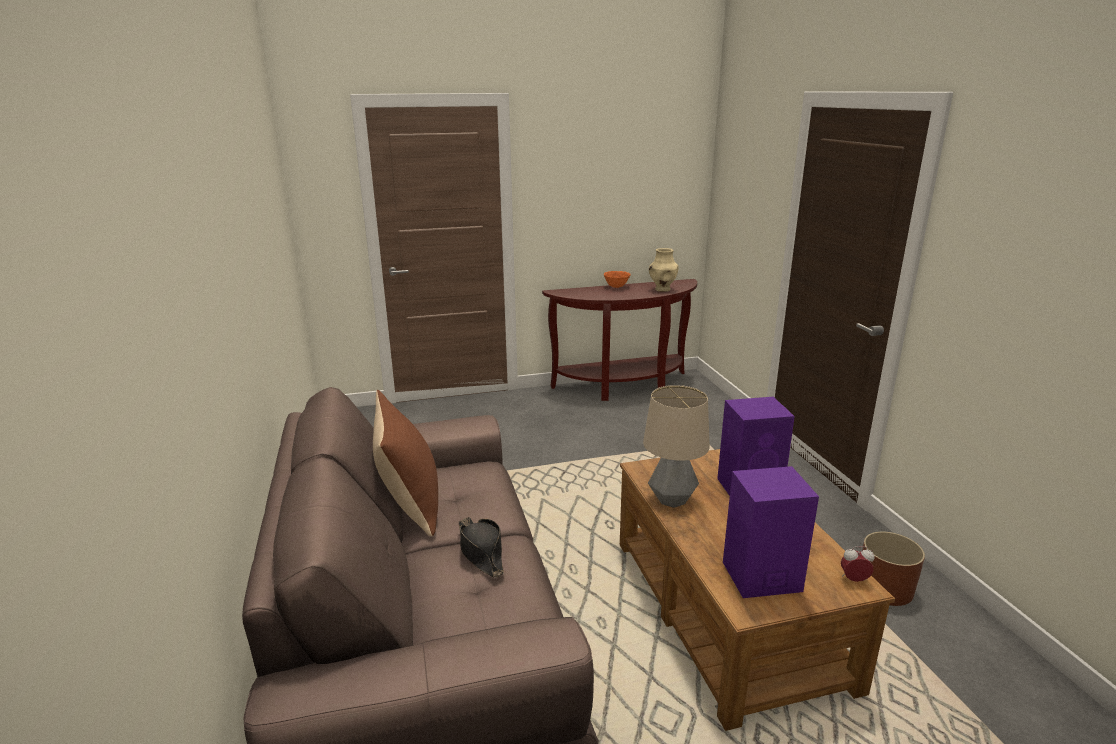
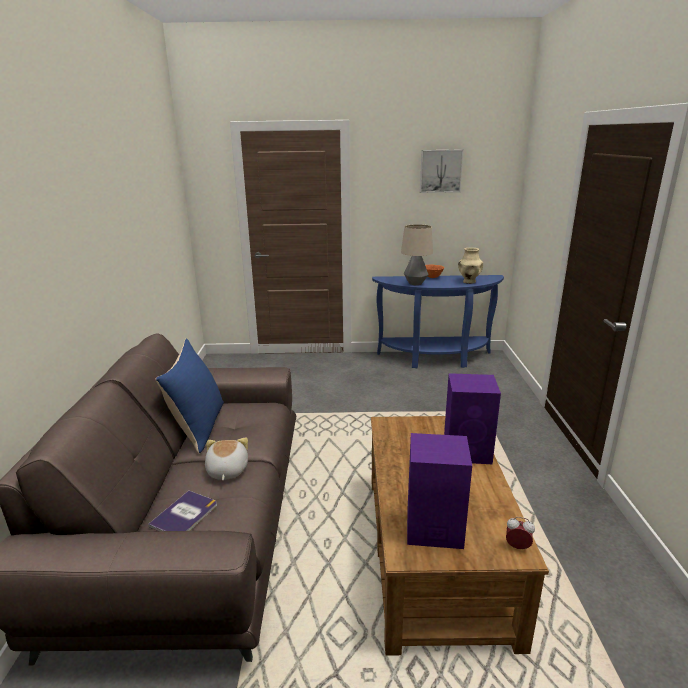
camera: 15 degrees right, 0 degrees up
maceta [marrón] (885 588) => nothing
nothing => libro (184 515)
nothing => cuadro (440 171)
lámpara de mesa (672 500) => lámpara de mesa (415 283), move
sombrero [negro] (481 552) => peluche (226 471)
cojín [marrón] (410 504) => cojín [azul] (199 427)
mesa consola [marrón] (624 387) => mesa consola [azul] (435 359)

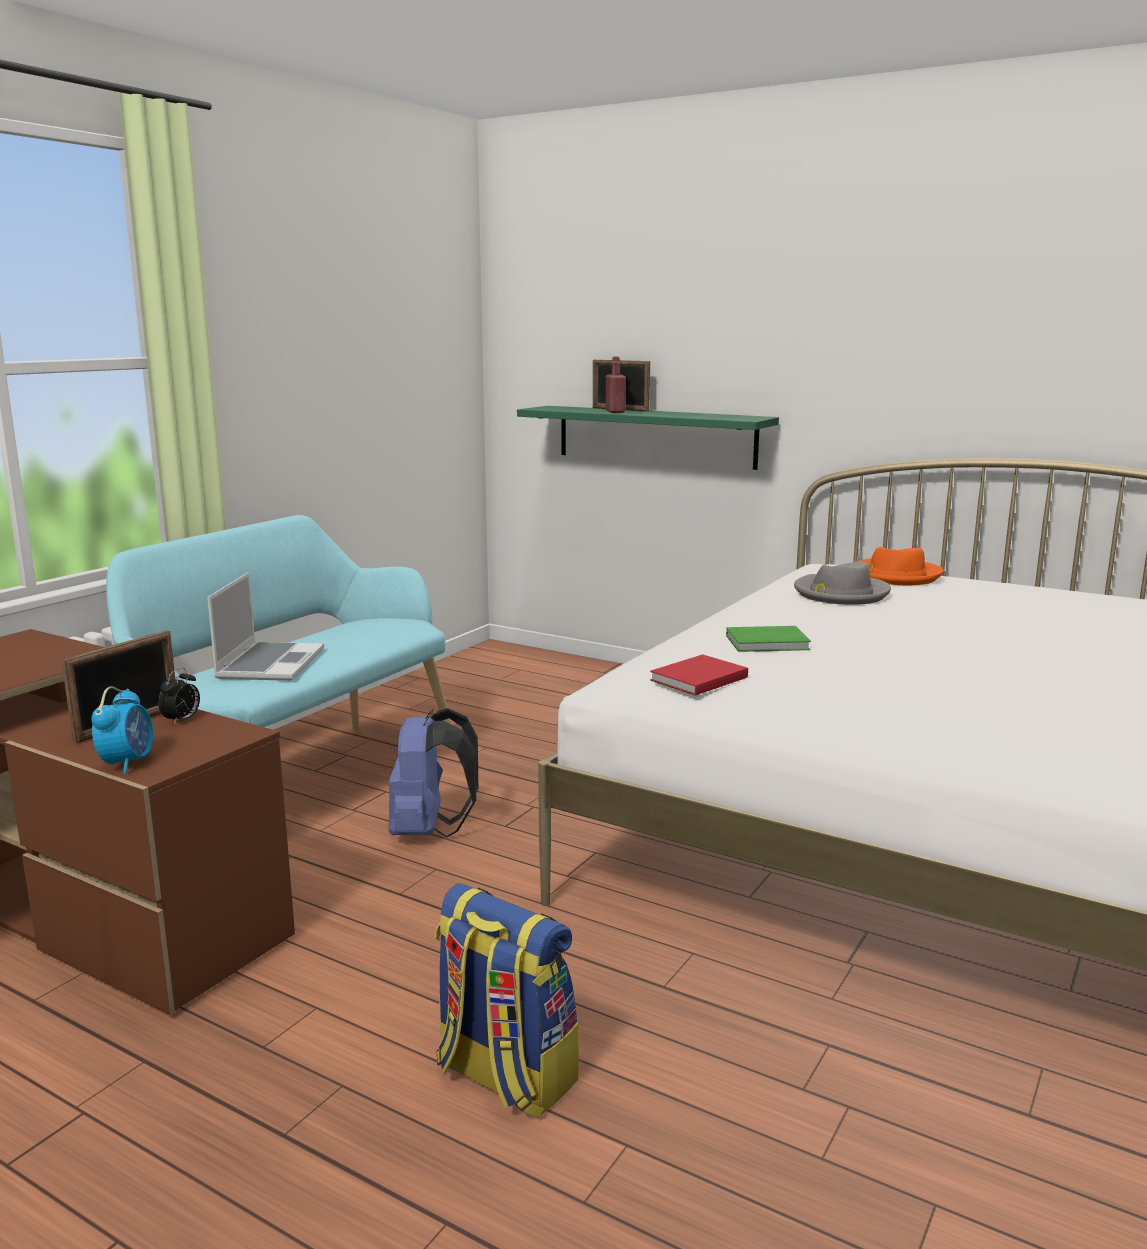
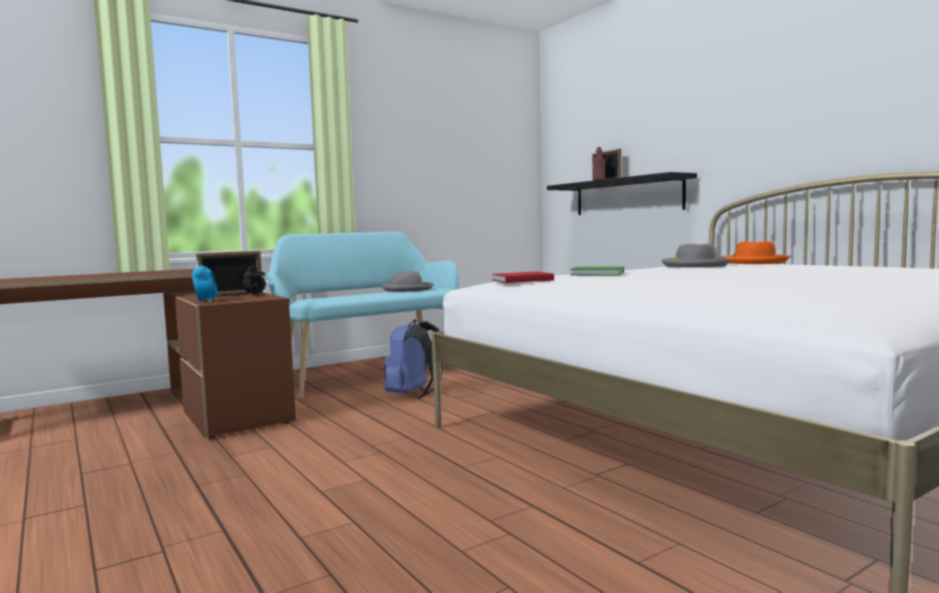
camera: 25 degrees right, 10 degrees down
portátil (270 664) => nothing
mochila (504 1076) => nothing
nothing => sombrero [gris] (407 289)
estante [verde] (655 436) => estante [negro] (627 196)
despertador (128 763) => despertador (206 301), 45 degrees counterclockwise

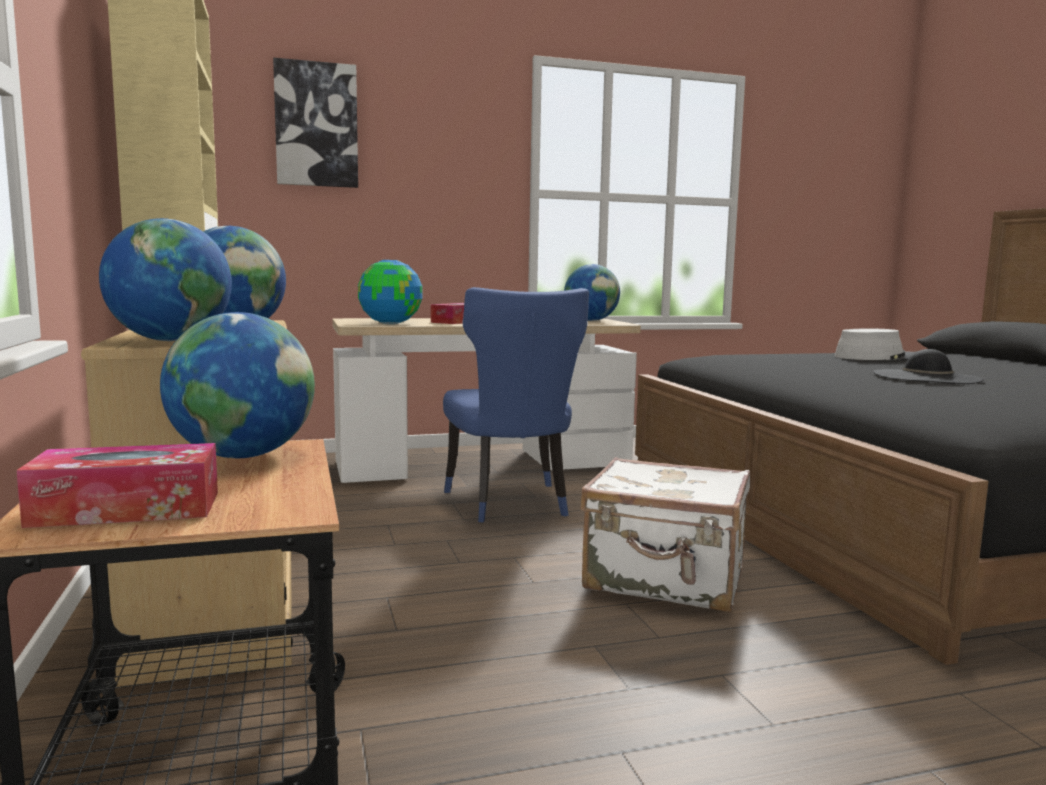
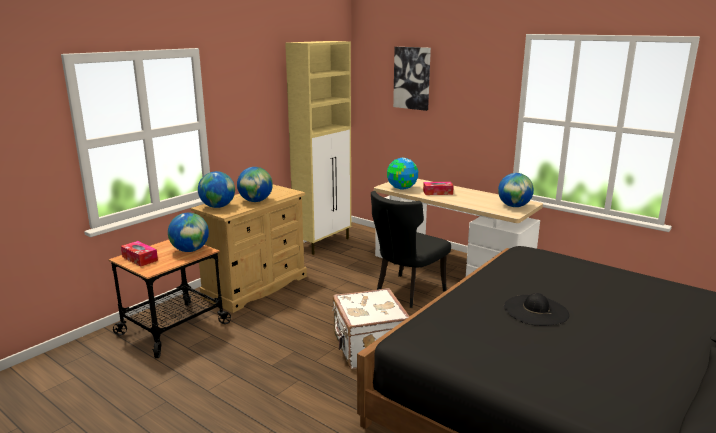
camera: 55 degrees right, 10 degrees up
sombrero [gris] (875 357) => nothing
silla [azul] (511 504) => silla [negro] (406 292)

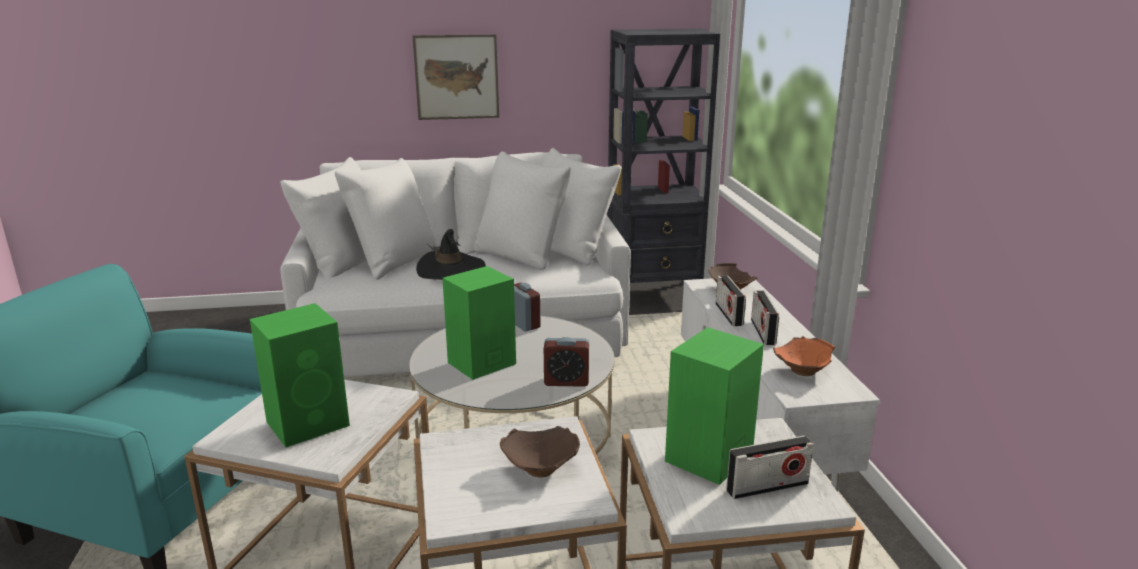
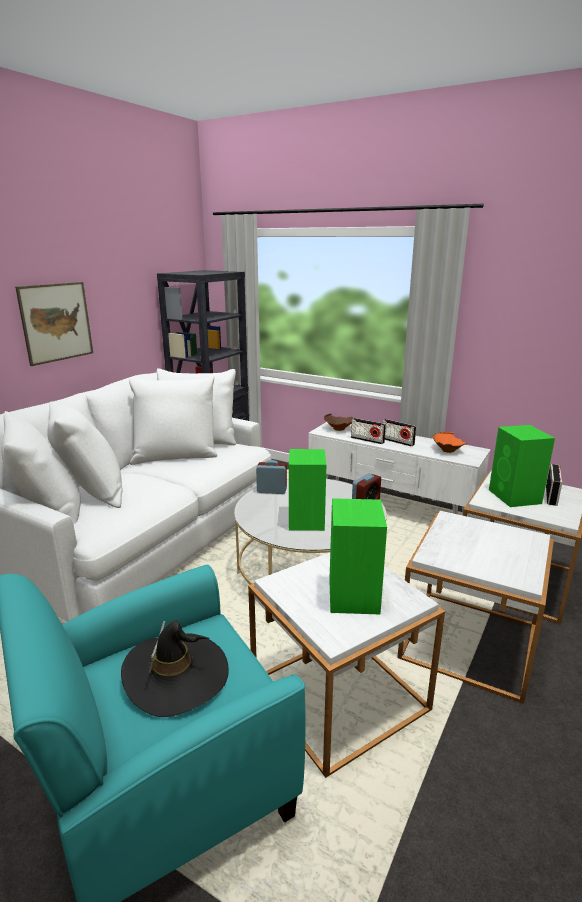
camera: 50 degrees left, 0 degrees up
cuenco [marrón] (540 467) => nothing
sombrero [negro] (451 270) => sombrero [negro] (176 675), move

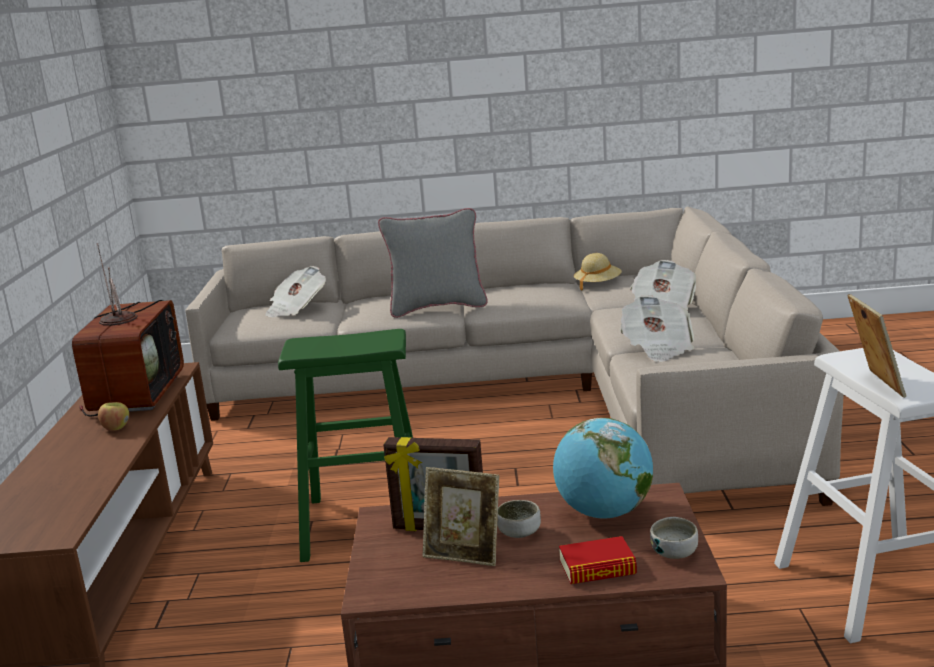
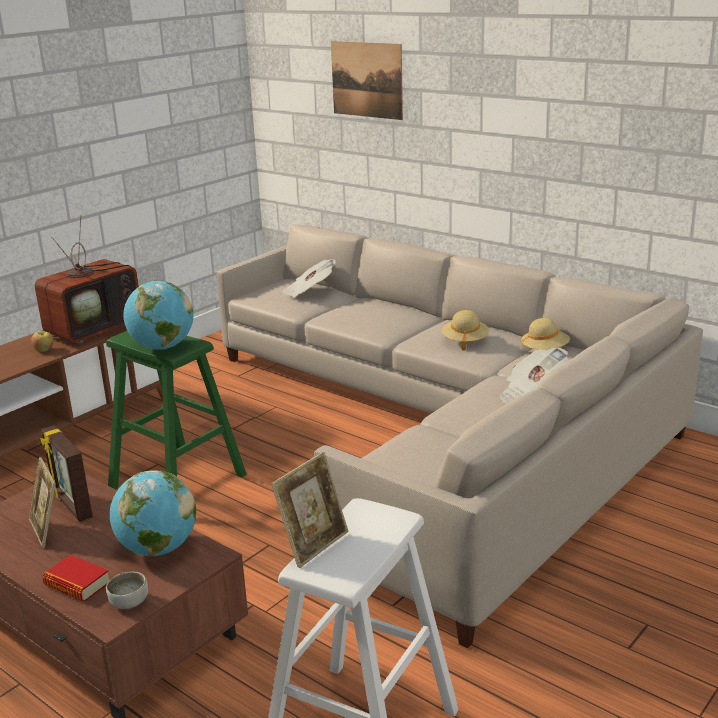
camera: 40 degrees right, 5 degrees up
cojín [gris] (437 307) => nothing
cuenco (519 532) => nothing
periódico (657 348) => nothing
nothing => globo terráqueo (162 347)
nothing => cuadro (366 80)
nothing => sombrero [beis] (465 341)

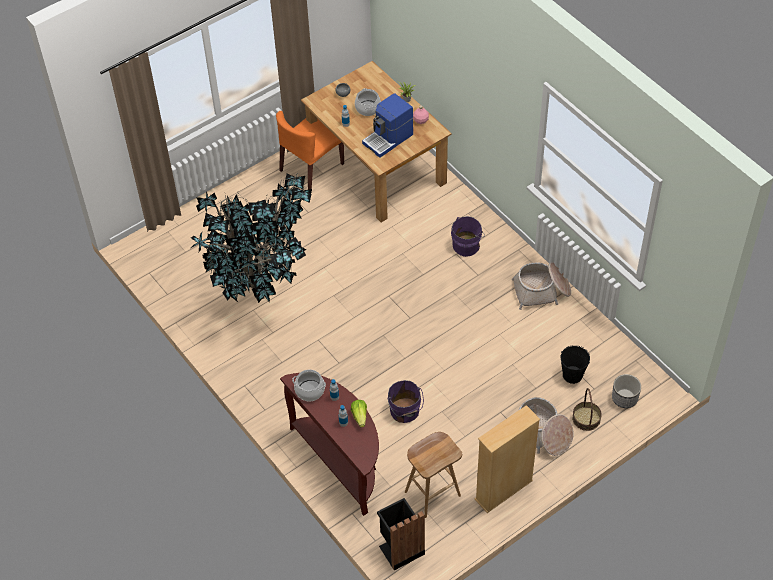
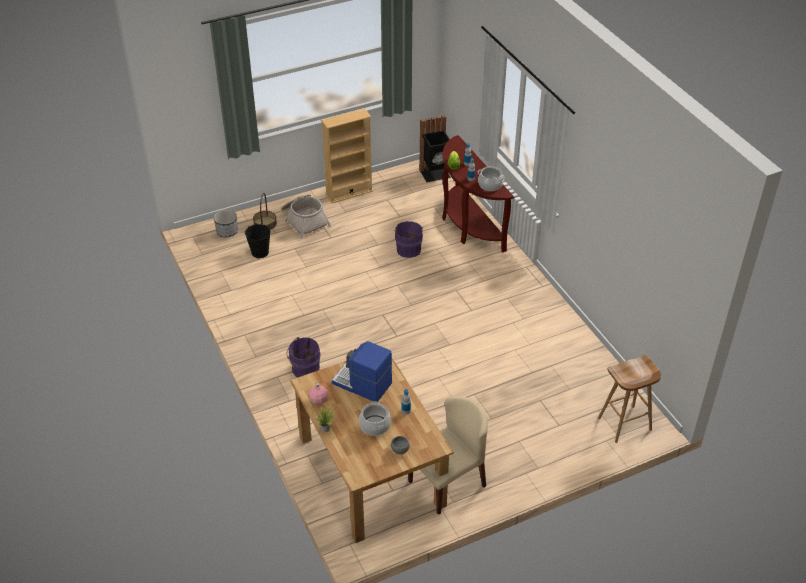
camera: 170 degrees left, 10 degrees down
planta en maceta (263 304) => nothing
cesta (542 291) => nothing
taburete [marrón] (432 493) => taburete [marrón] (624 424), move
silla [naranja] (311 167) => silla [beis] (447 483)
cafetera (388 139) => cafetera (362 384), 120 degrees counterclockwise

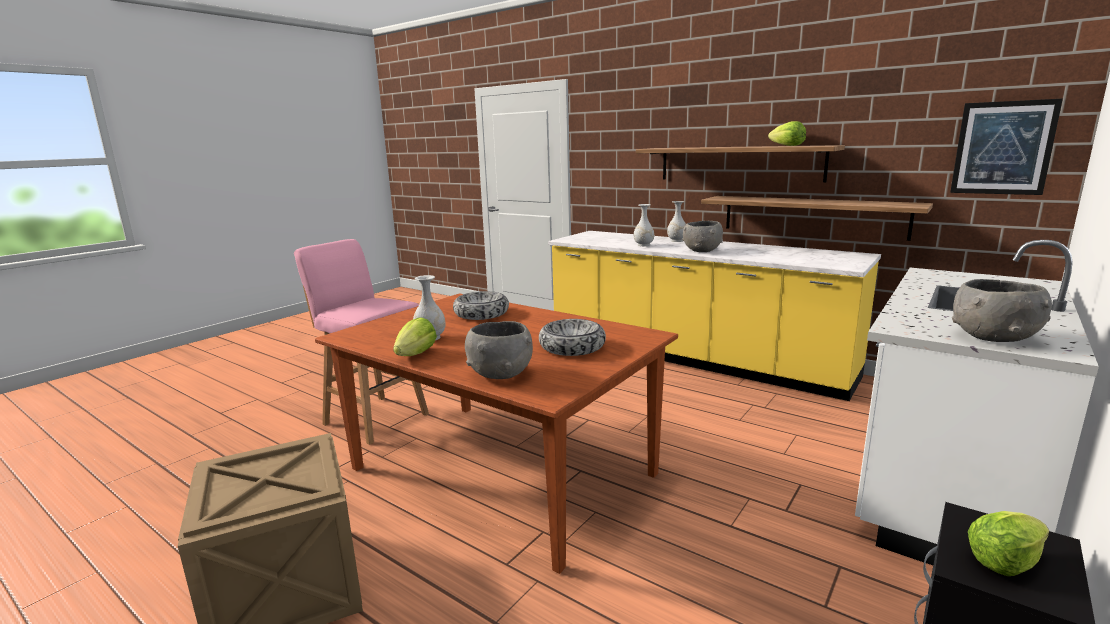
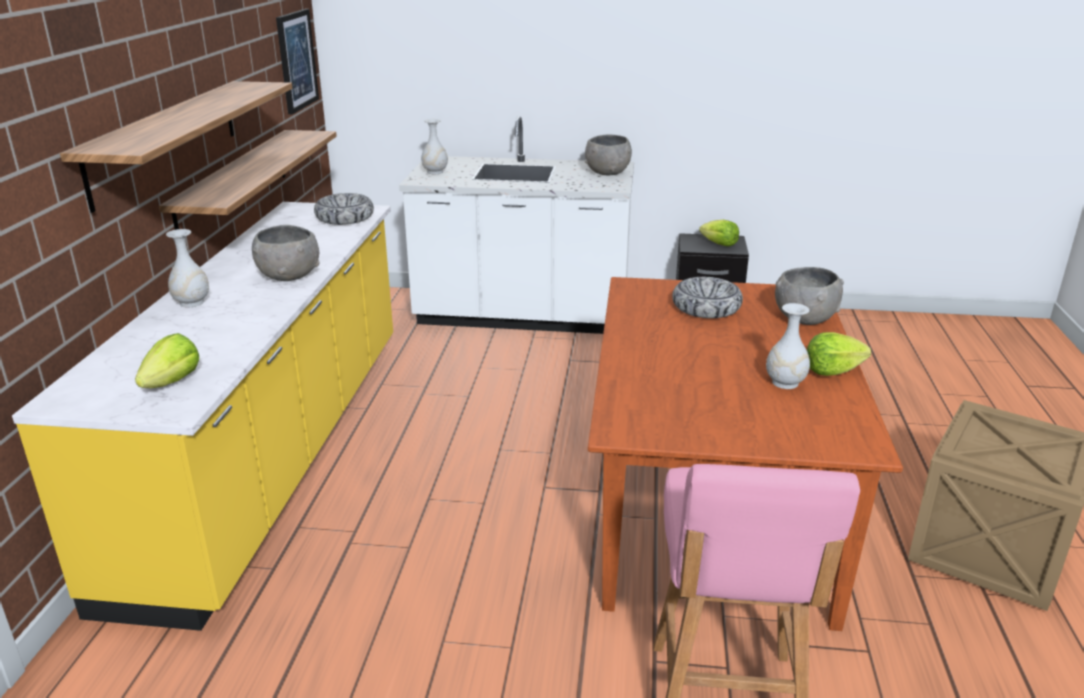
camera: 120 degrees left, 10 degrees up
cuenco (481 314) => cuenco (345 218), move
florero [blanco] (643 245) => florero [blanco] (435 172), move
lechuga (787 145) => lechuga (172 382), move

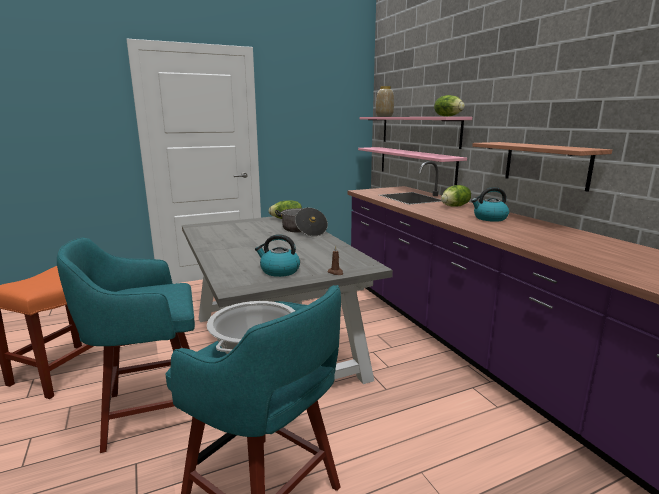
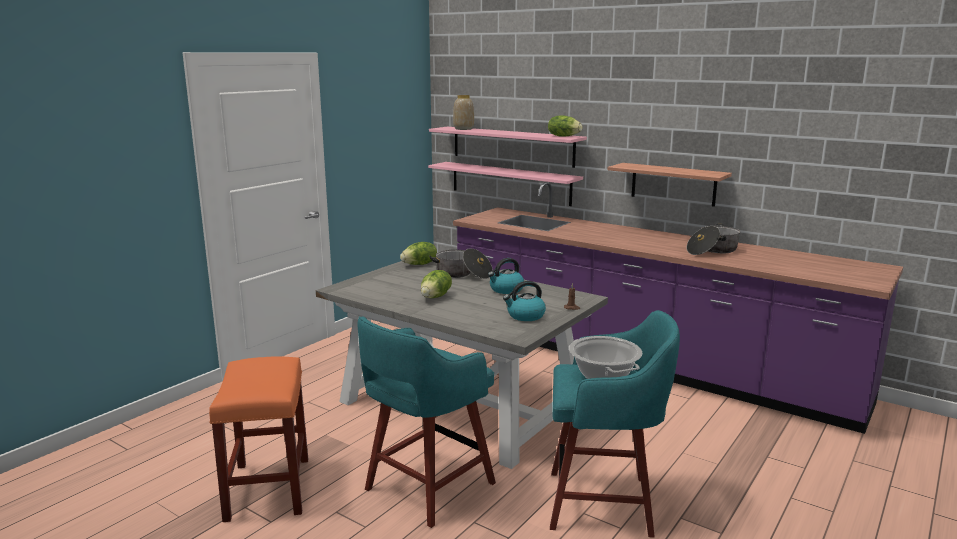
camera: 30 degrees left, 0 degrees up
nothing => olla (712 250)
lechuga (455 206) => lechuga (436 297), move
hervidor (489 218) => hervidor (506 290), move

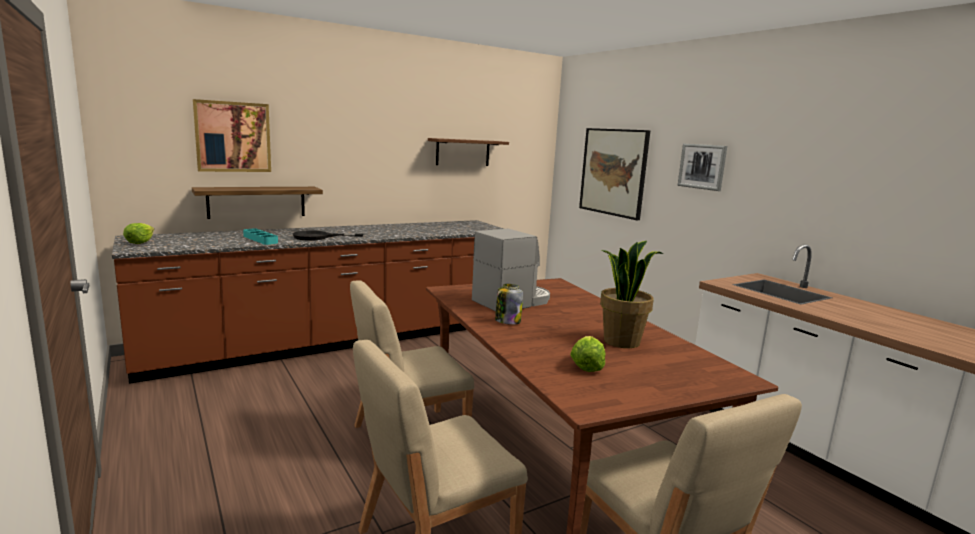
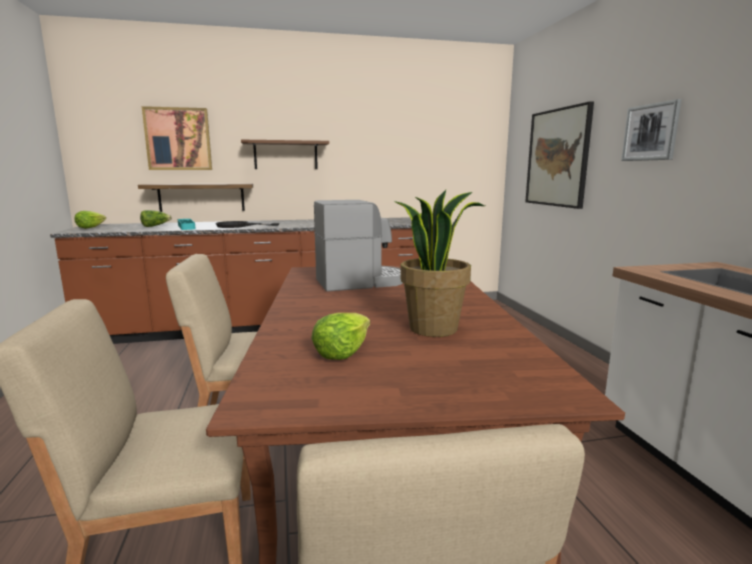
camera: 20 degrees right, 0 degrees up
tarro (507 321) => nothing
nothing => lechuga (155 226)
estante [marrón] (463 152) => estante [marrón] (286 155), move

